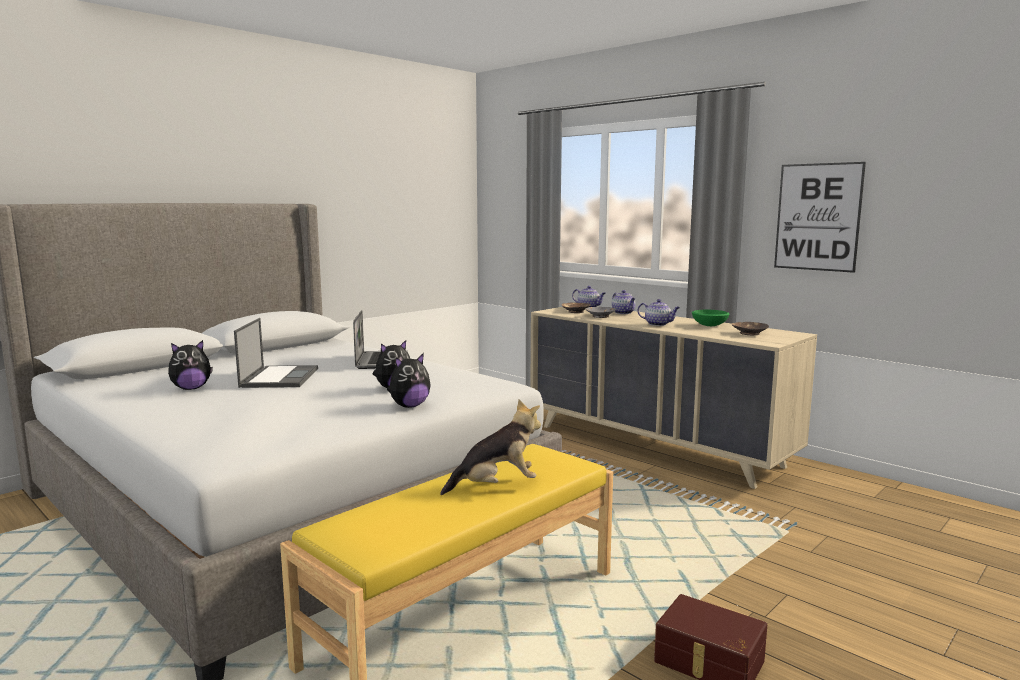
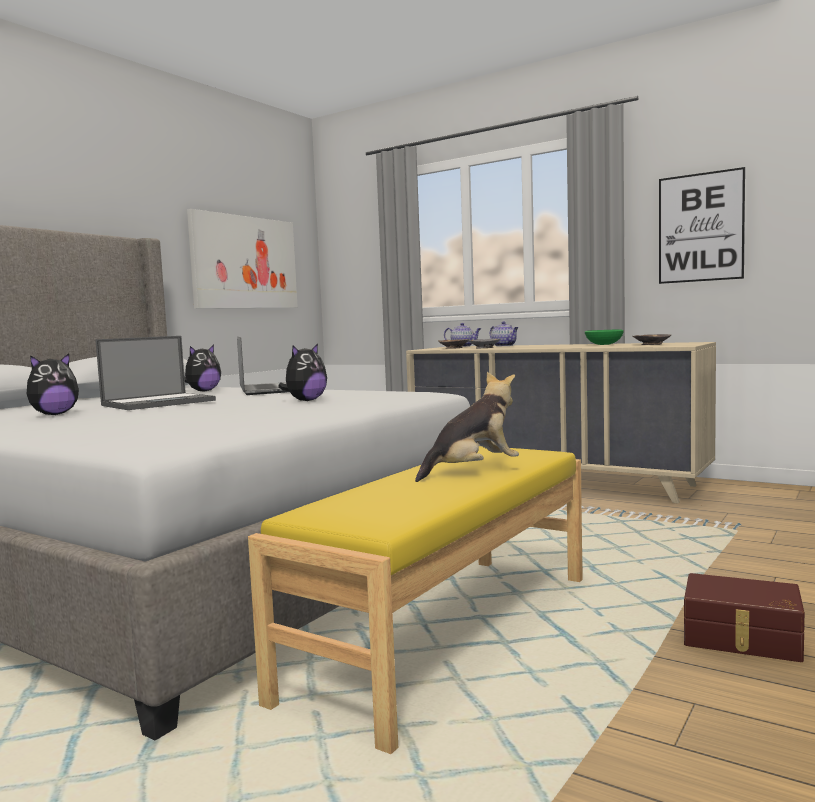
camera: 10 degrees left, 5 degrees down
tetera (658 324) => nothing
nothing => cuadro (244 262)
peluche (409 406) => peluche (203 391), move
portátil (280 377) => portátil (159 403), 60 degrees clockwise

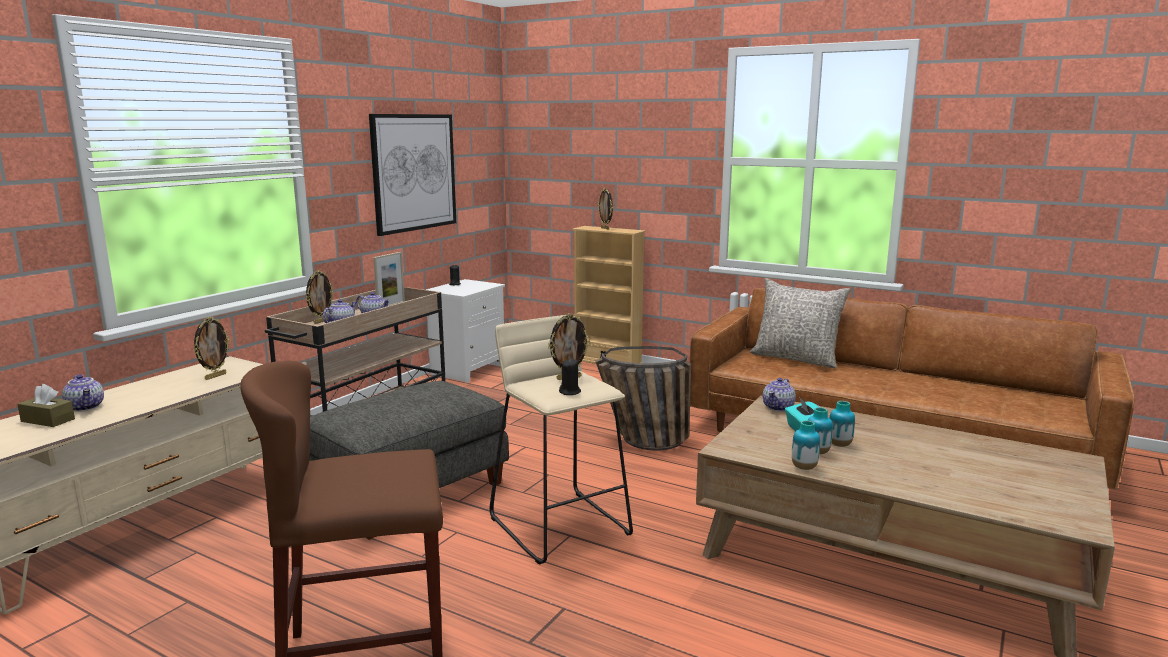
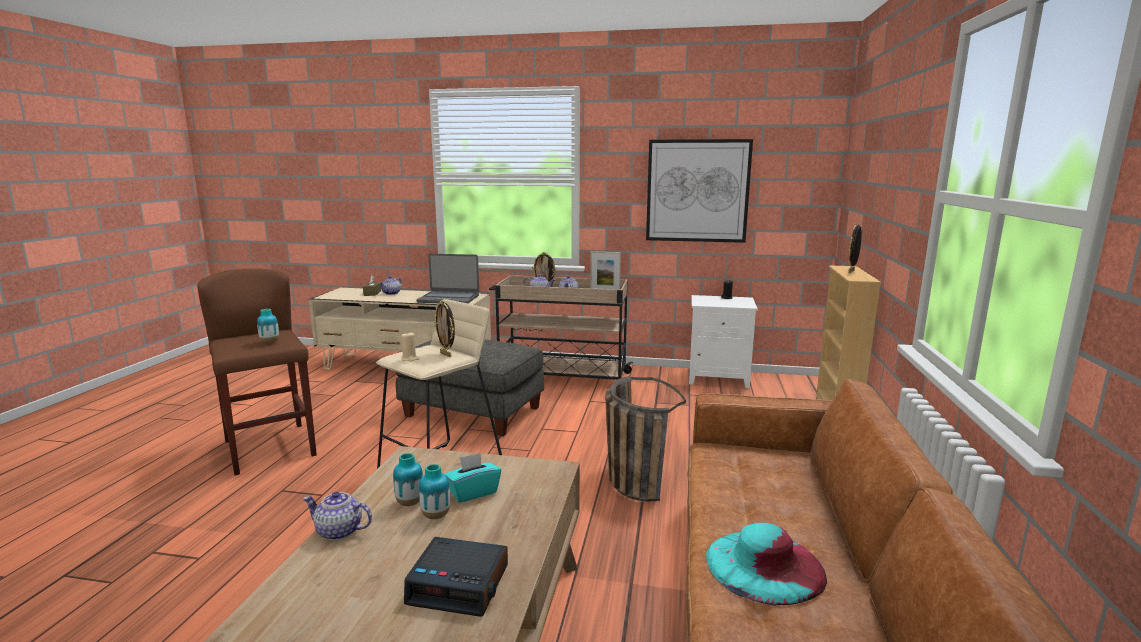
camera: 70 degrees right, 0 degrees up
cojín [gris] (796 358) => nothing
nothing => despertador (460 584)
nothing => sombrero [turquesa] (764 565)
tetera (778 407) => tetera (339 532), move
florero (804 467) => florero (270 342), move
portarretratos (215 376) => portátil (449 299)
vela [negro] (570 392) => vela [beis] (410 359)

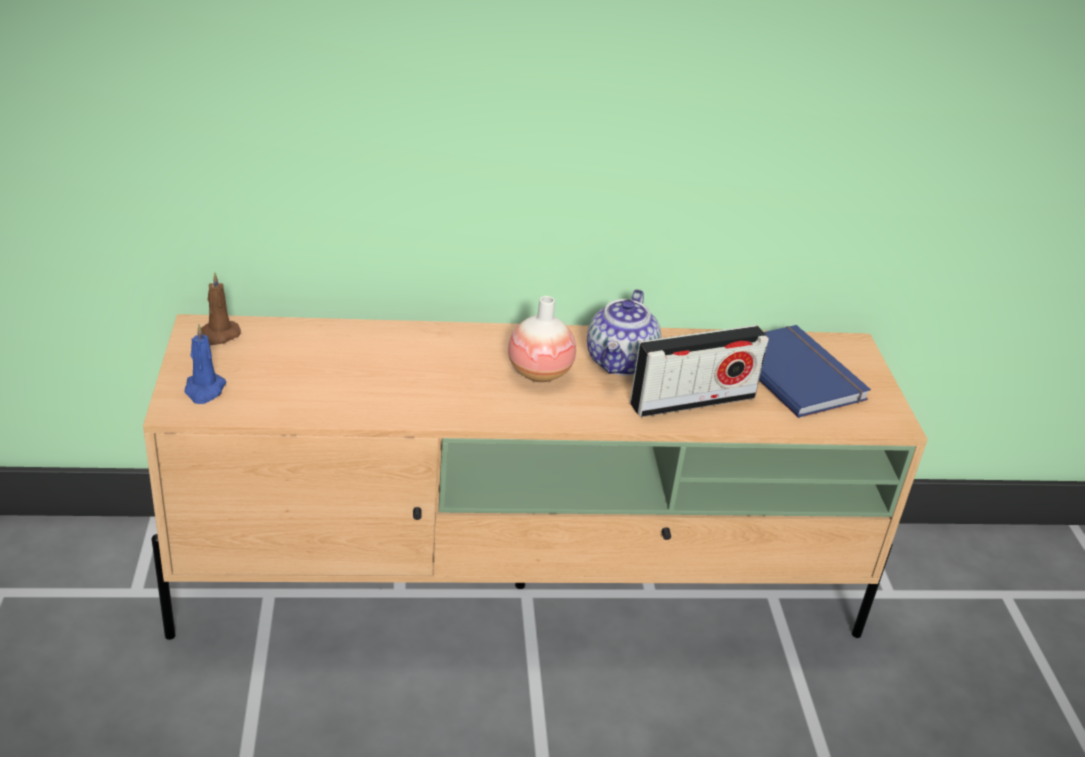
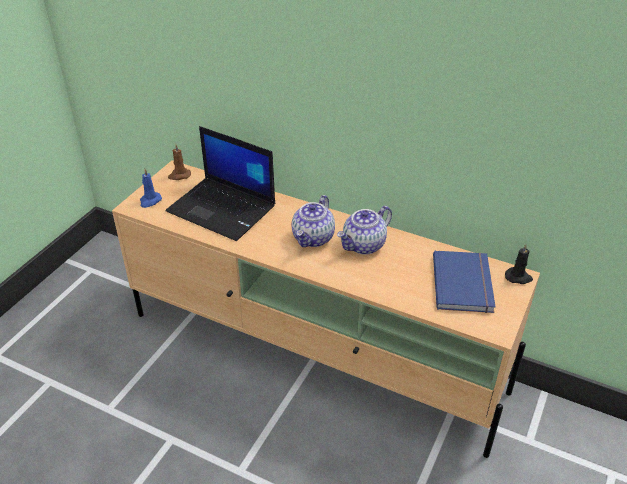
camera: 35 degrees right, 5 degrees up
radio (692 400) => nothing
nothing => portátil (223 209)
nothing => vela [negro] (518 277)
florero (539 373) => tetera (313 238)

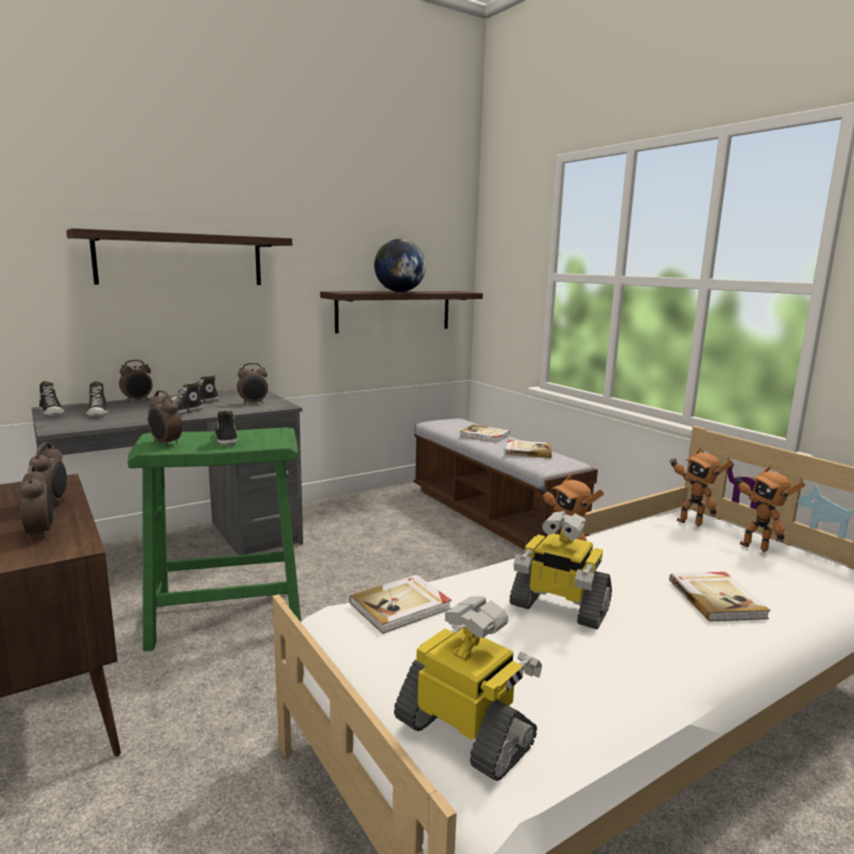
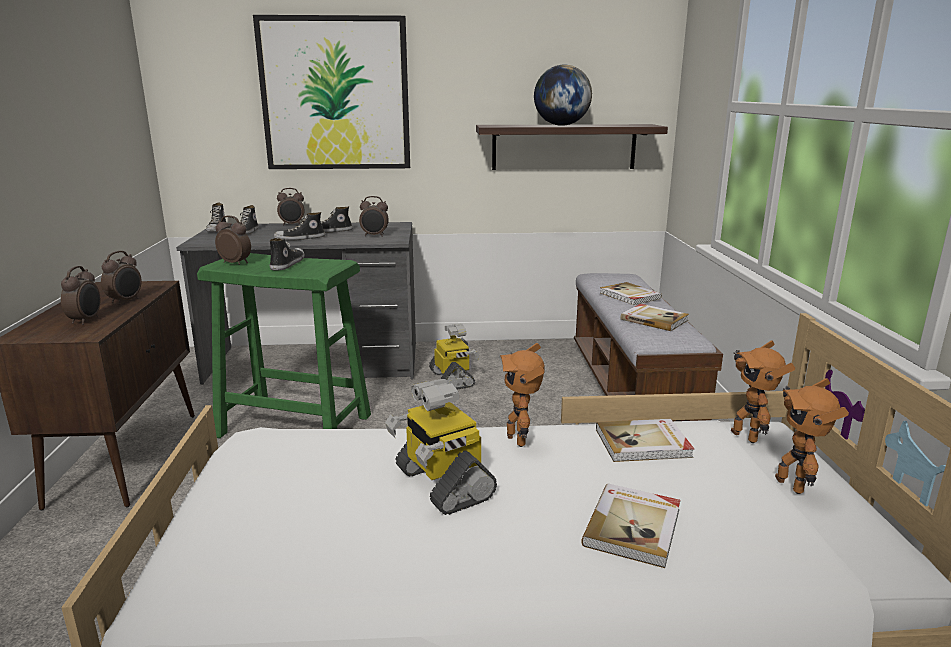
camera: 30 degrees right, 5 degrees up
libro (401 606) => libro (643 443), move
robot de juguete (466 733) => robot de juguete (453 379), move
estante (181 259) => cuadro (335 94)
despertador (165 444) => despertador (236 263), 135 degrees clockwise

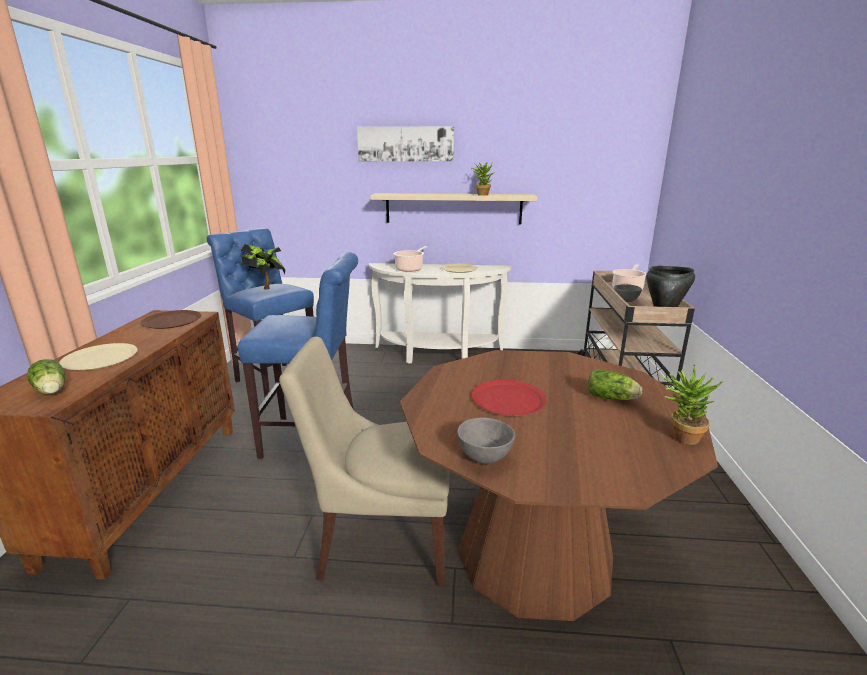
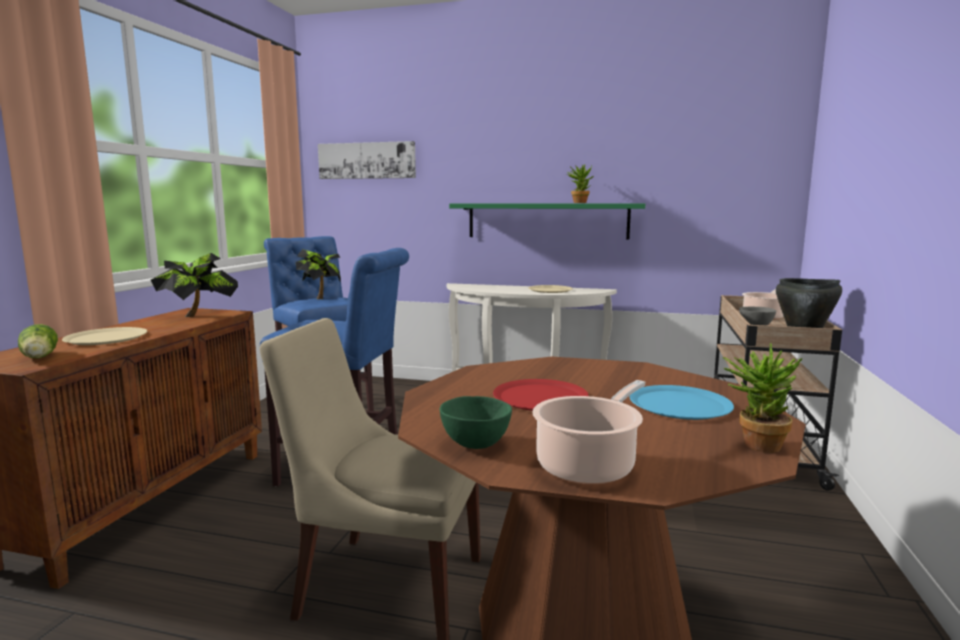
camera: 10 degrees right, 10 degrees down
cuadro (405 144) => cuadro (367 160), move
olla (410 269) => olla (589 464), move
plato [marrón] (172 320) => planta en maceta (200 315)
lechuga (612 398) => plato [azul] (680 404)
estante [beis] (453 208) => estante [verde] (547 220)
cuenco [gris] (484 457) => cuenco [verde] (475 443)

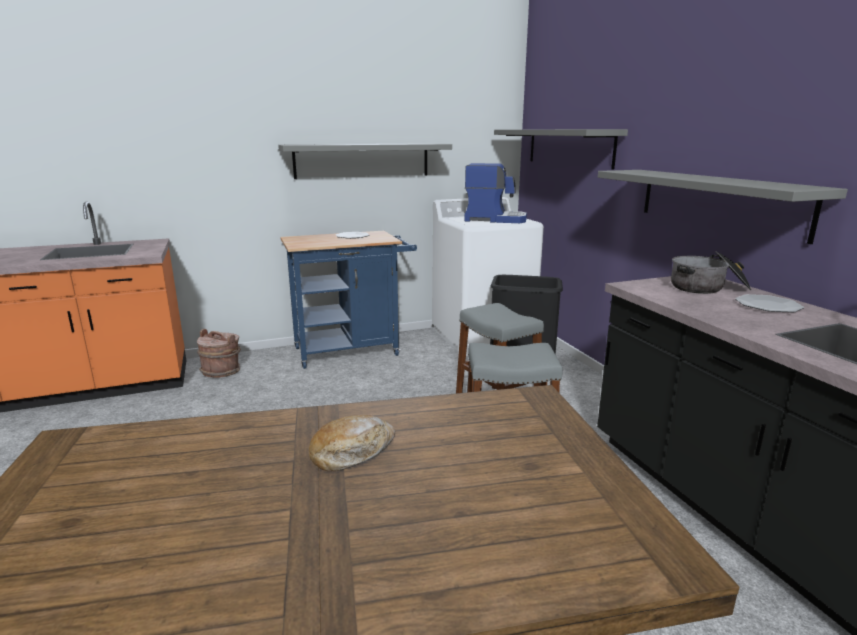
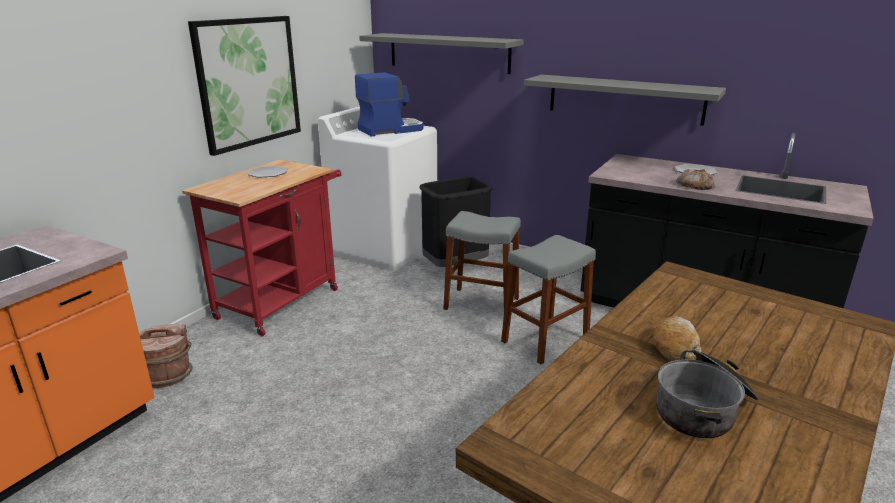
camera: 40 degrees left, 5 degrees up
nothing => pan (695 185)
olla (708 288) => olla (703 409), move
estante [gris] (362 160) => cuadro (248 82)
carrito [azul] (353 350) => carrito [rojo] (283 300)

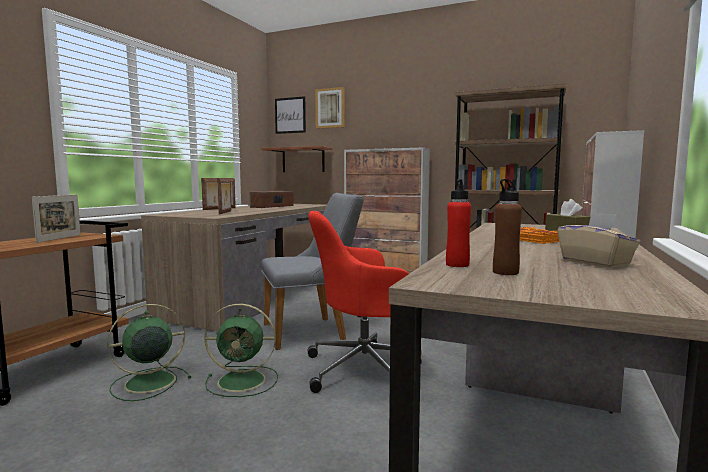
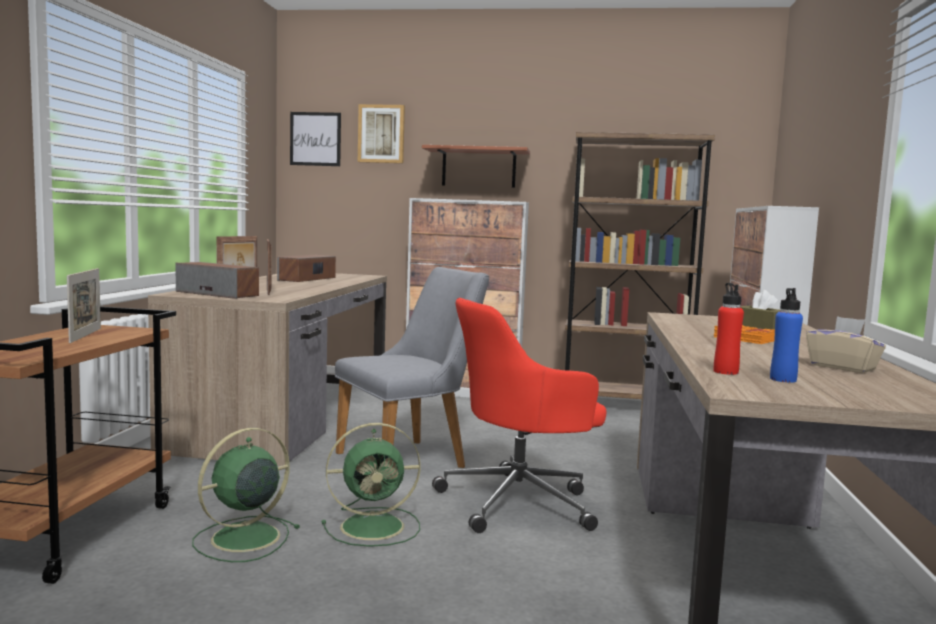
camera: 15 degrees left, 0 degrees up
nothing => altavoz (217 294)
estante (303 160) => estante (479 168), move
botella [marrón] (505 272) => botella [azul] (783 379)

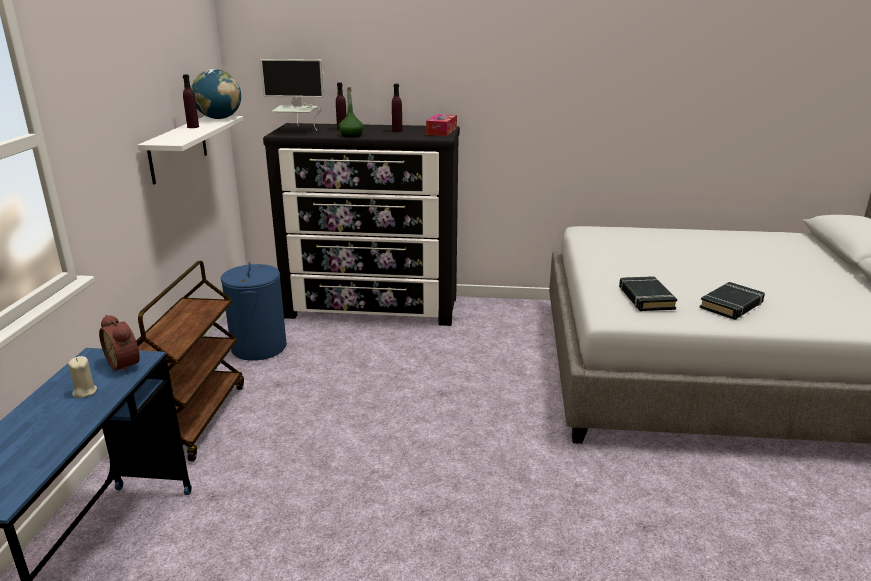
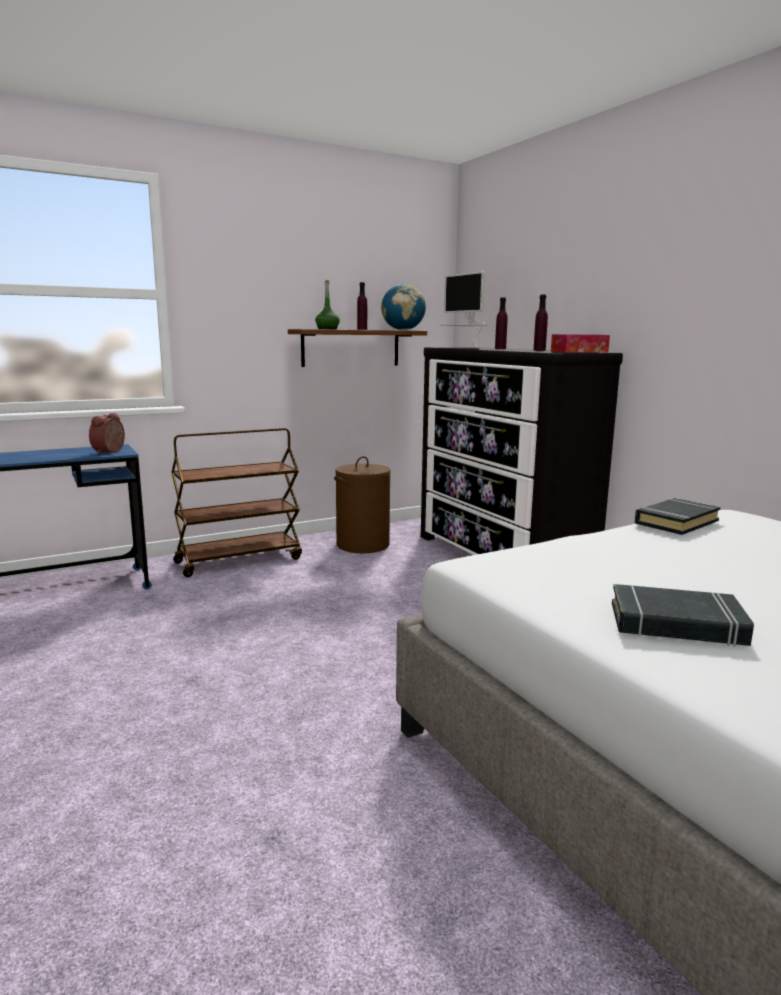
camera: 55 degrees right, 10 degrees down
vela [beis] (84 392) => nothing
botella [verde] (351 135) => botella [verde] (327 329), move
libro [negro] (645 298) => libro [negro] (676 522), move
estante [blanco] (178 148) => estante [marrón] (351 348)
cesto de la ropa [azul] (259 347) => cesto de la ropa [marrón] (363 545)

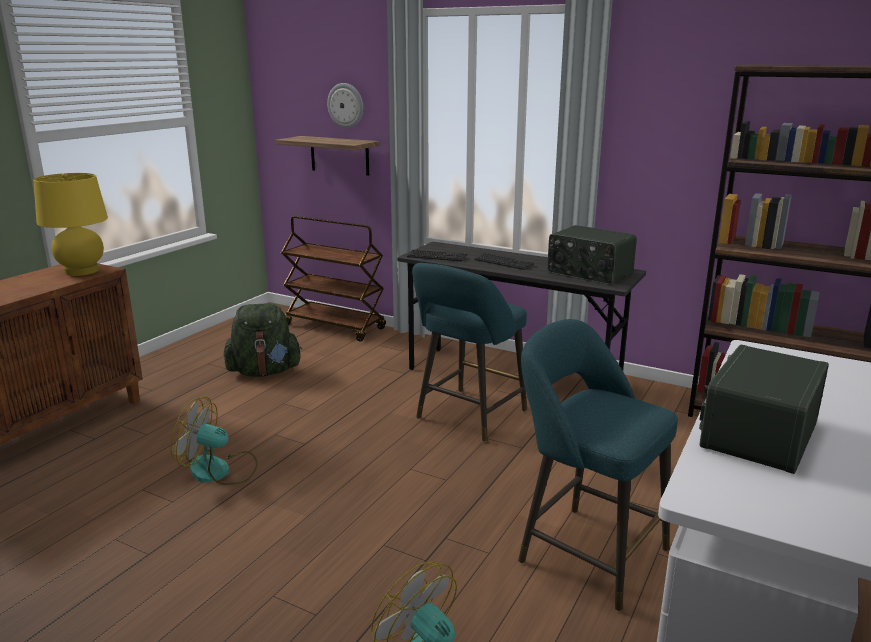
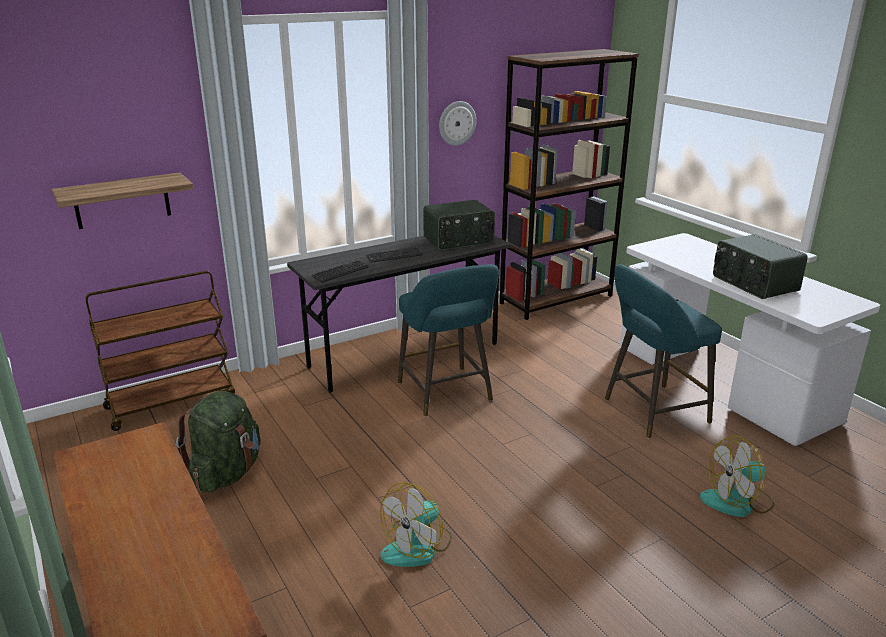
camera: 60 degrees left, 5 degrees up
lámpara de mesa [amarillo] (81 271) => nothing
reloj de pared (346 105) => reloj de pared (456 123), move

